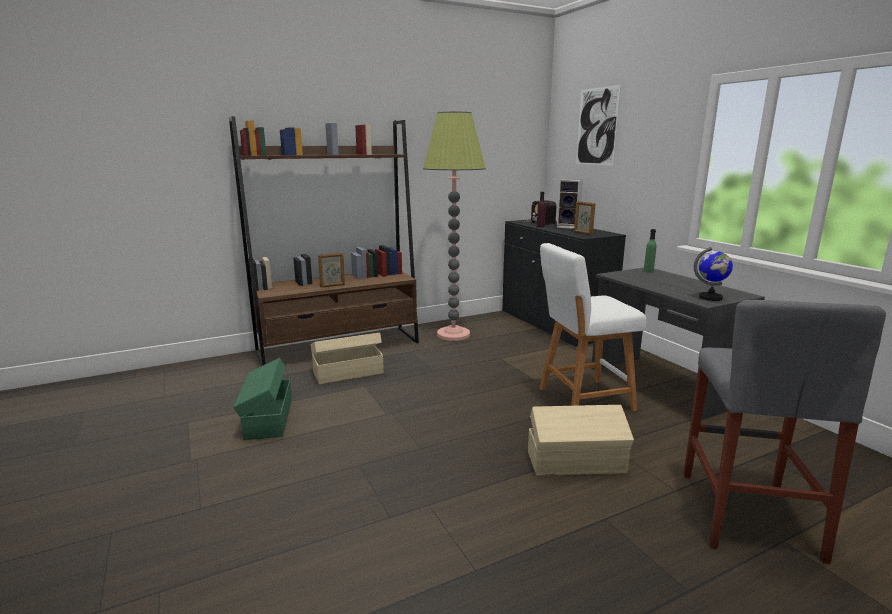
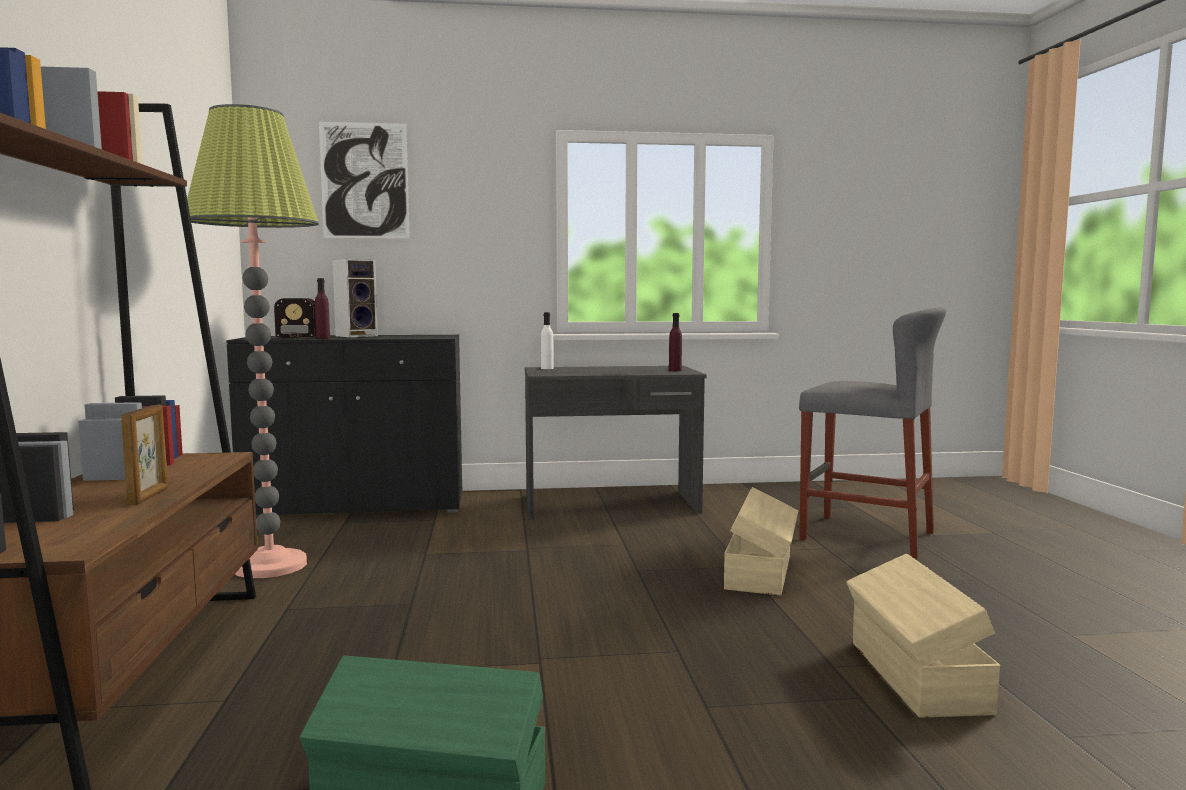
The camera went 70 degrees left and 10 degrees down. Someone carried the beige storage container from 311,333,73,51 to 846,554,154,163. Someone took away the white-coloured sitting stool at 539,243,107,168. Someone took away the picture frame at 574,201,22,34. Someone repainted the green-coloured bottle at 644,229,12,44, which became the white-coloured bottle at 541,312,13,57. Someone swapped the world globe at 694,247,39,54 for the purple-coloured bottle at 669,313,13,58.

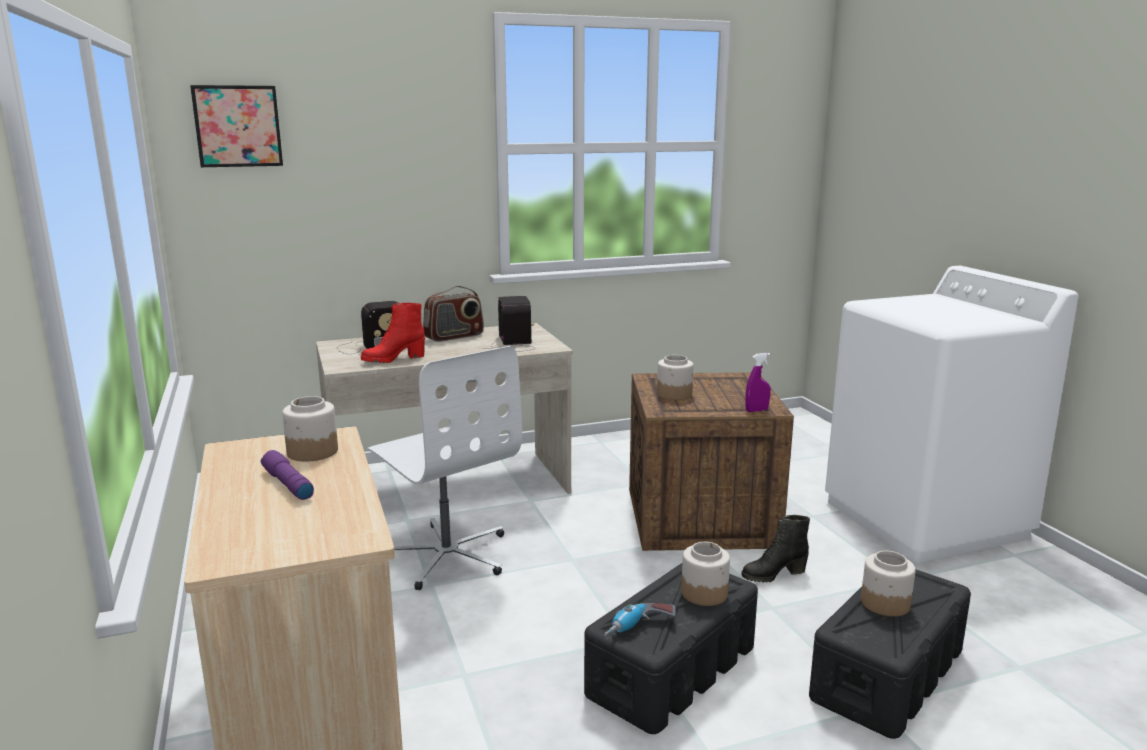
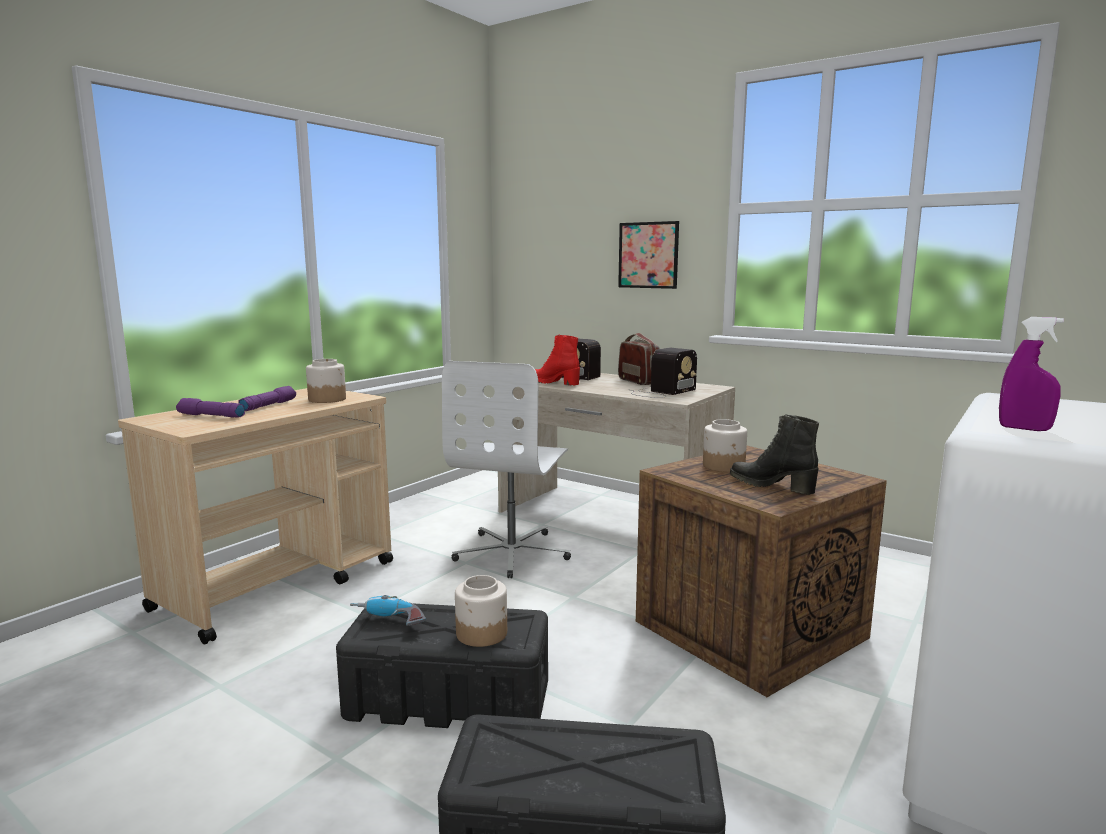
The camera went 55 degrees right and 5 degrees down. Someone carried the wall picture from 190,85,93,82 to 618,221,61,68. Someone rotated the radio receiver at 423,286,61,56 by 135 degrees counterclockwise. Someone carried the black tall boot from 741,515,69,68 to 730,414,89,81. Someone carried the purple-coloured hand sprayer from 745,353,26,59 to 999,317,65,114. Someone took away the preserve jar at 861,551,55,66. Someone put down the purple-coloured flashlight at 176,398,69,20.

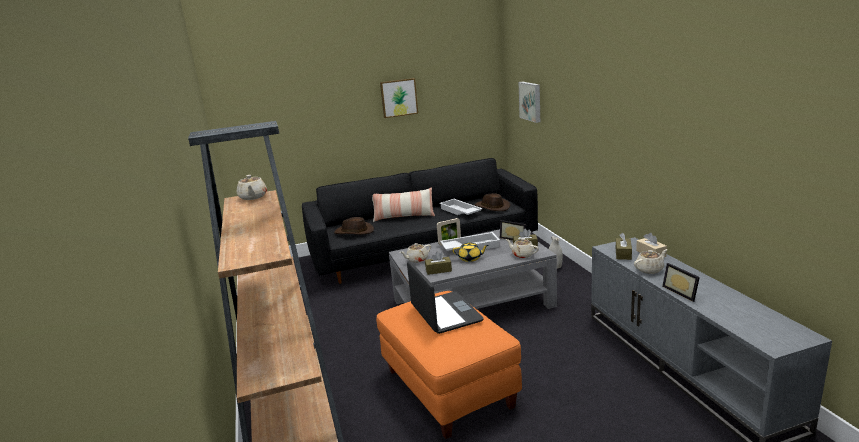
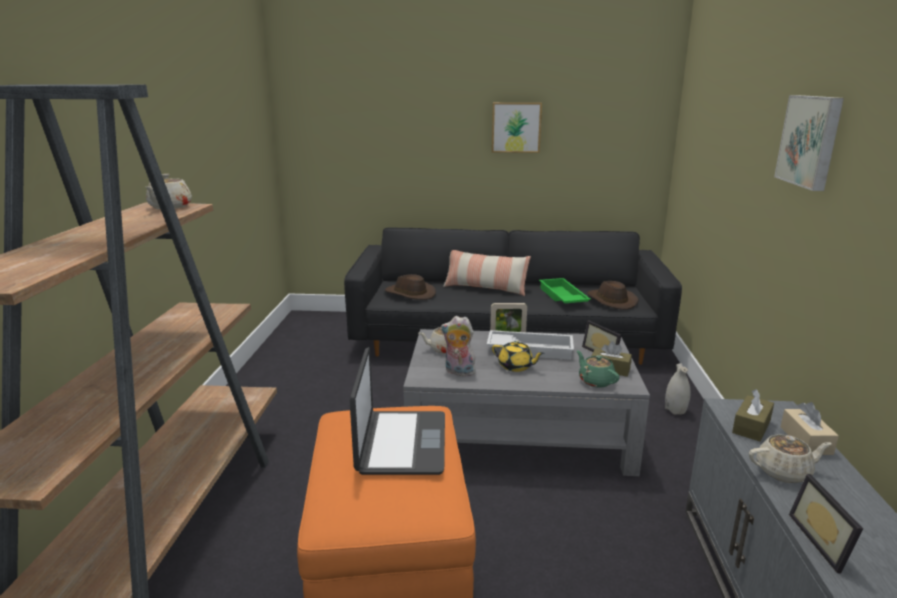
The camera went 20 degrees right and 0 degrees up. Someone swapped the brown-coloured tissue box at 425,252,27,23 for the plush toy at 441,316,35,60. Someone repainted the white-coloured tray at 439,199,44,16, which became the green-coloured tray at 539,278,52,25. Someone repainted the beige teapot at 506,238,33,20, which became the green-coloured teapot at 577,350,43,38. Someone carried the wall picture from 519,81,21,42 to 774,95,70,96.

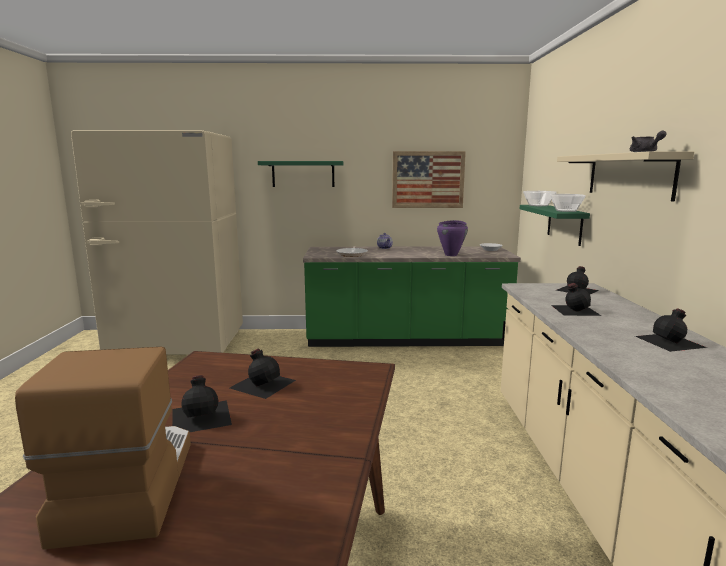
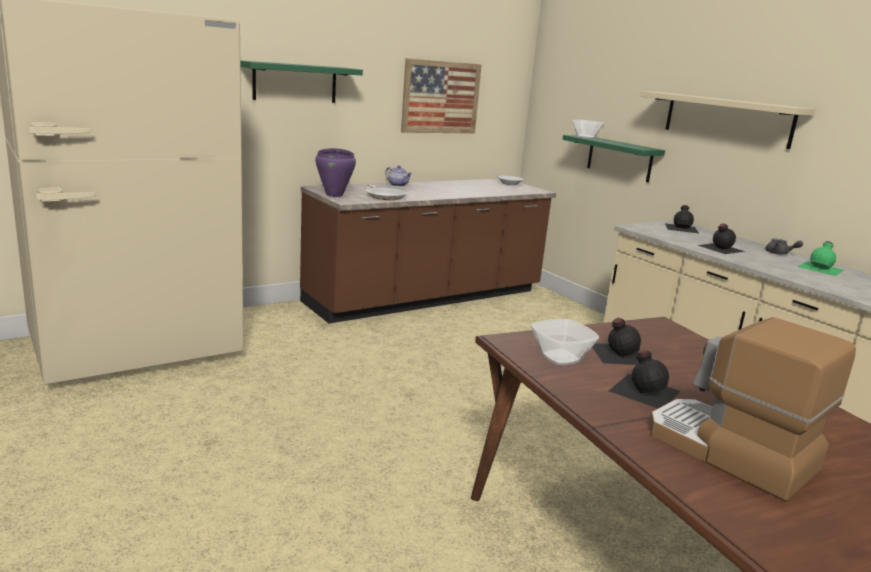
The camera went 35 degrees left and 5 degrees up. Someone repainted the green-coloured kitchen base unit at 303,246,218,101, which became the brown-coloured kitchen base unit at 300,179,256,144. Someone carried the purple-coloured stockpot from 437,220,31,36 to 315,148,41,49. Someone carried the deep dish from 550,194,36,18 to 531,319,68,46. Someone carried the grey teapot from 630,131,36,21 to 766,239,37,16. Someone repainted the black bottle at 635,308,72,44, which became the green-coloured bottle at 797,241,47,35.

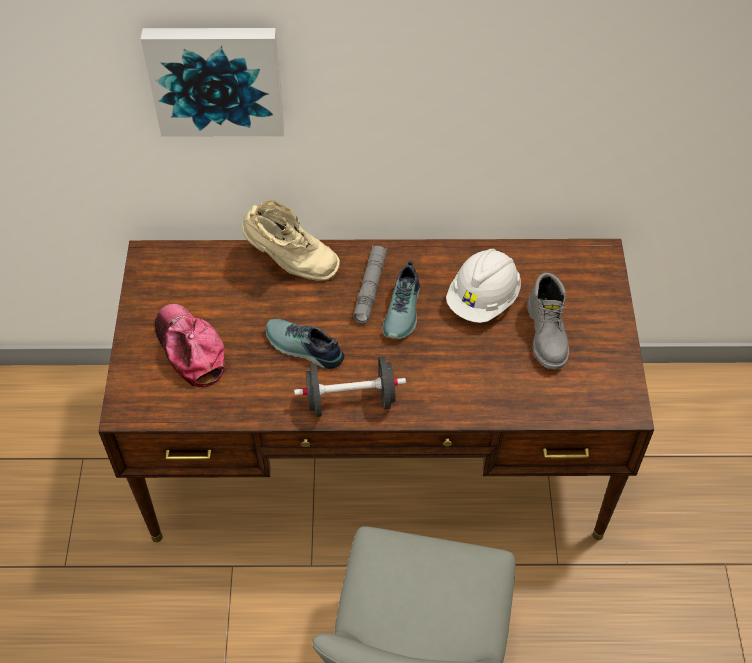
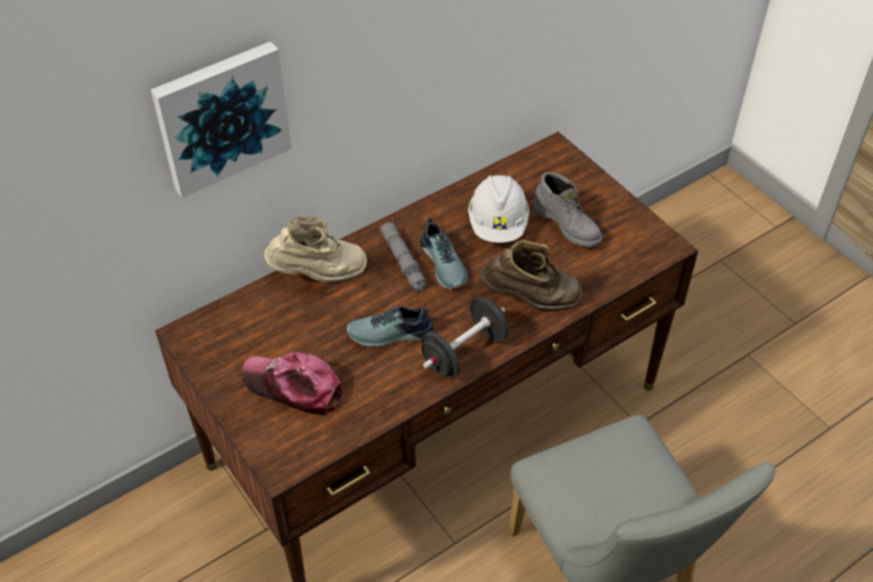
The camera went 35 degrees left and 5 degrees down. Someone put down the brown-coloured tall boot at 481,240,101,71.

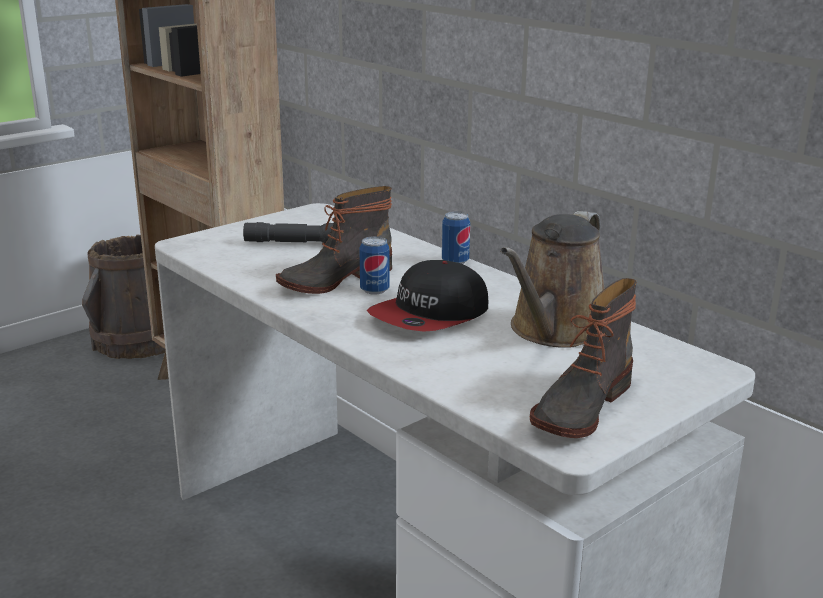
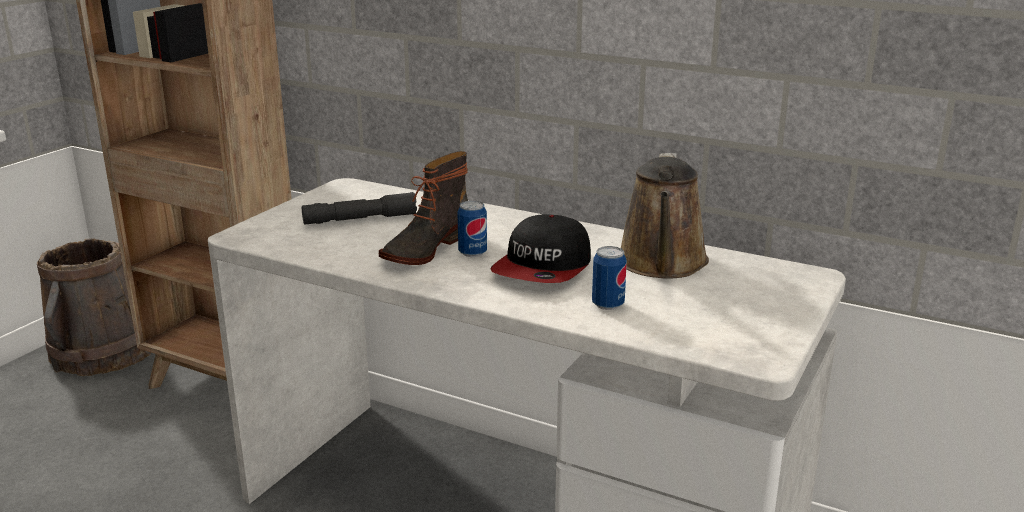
The camera went 20 degrees left and 0 degrees up. Someone carried the metal can from 442,211,28,53 to 592,246,35,64. Someone took away the tall boot at 530,278,107,160.

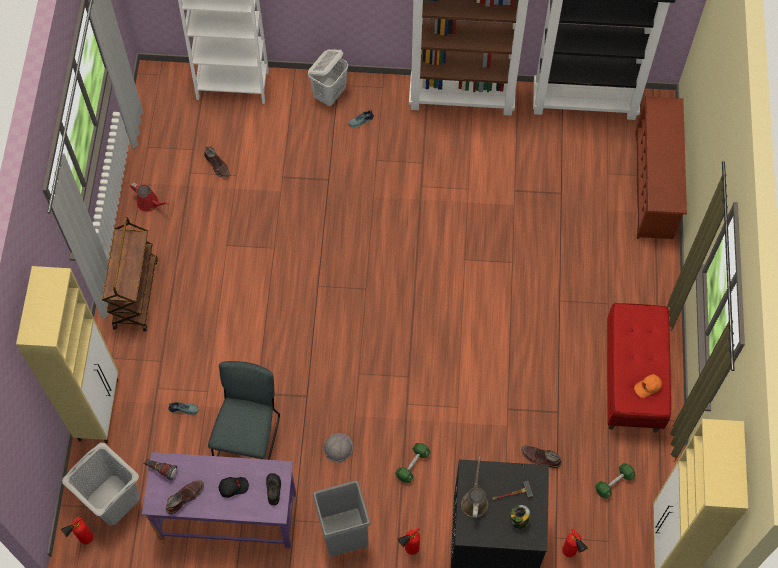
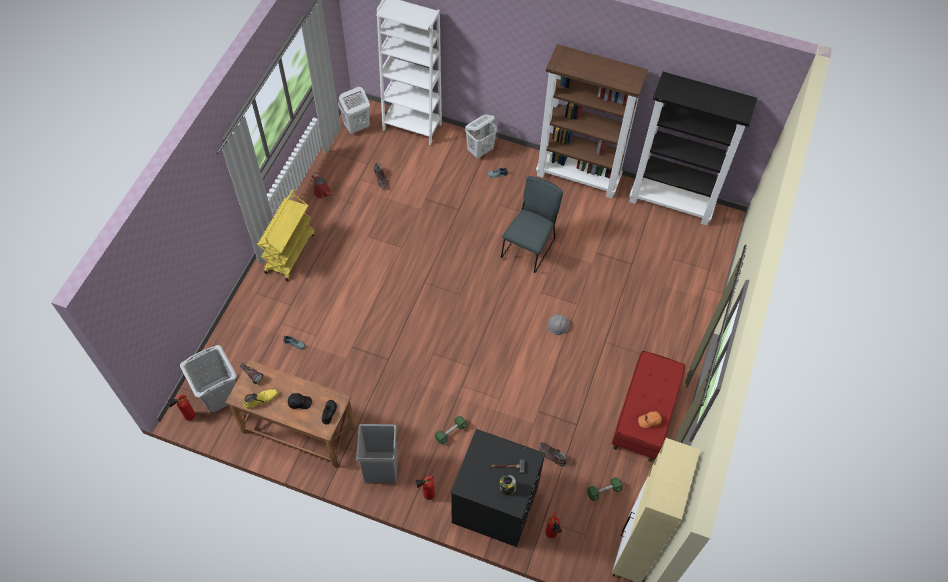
The camera went 15 degrees right and 5 degrees down. Someone took away the beige cabinet at 16,266,102,177. Someone repainted the brown-coloured trolley at 102,217,56,114, which became the yellow trolley at 257,190,57,91. Someone repainted the purple-coloured desk unit at 142,452,154,96, which became the brown-coloured desk unit at 225,360,131,108. Someone repainted the brown-coloured tall boot at 166,480,38,34, which became the yellow tall boot at 244,389,35,20. Someone carried the grey chair from 208,361,72,99 to 501,176,62,97. Someone carried the grey safety helmet from 324,433,29,30 to 547,314,23,21. Someone took away the brown-coloured sprinkling can at 461,456,27,62. Someone took away the brown-coloured shoe stand at 635,96,52,143. Someone put down the white-coloured laundry basket at 338,87,32,47.

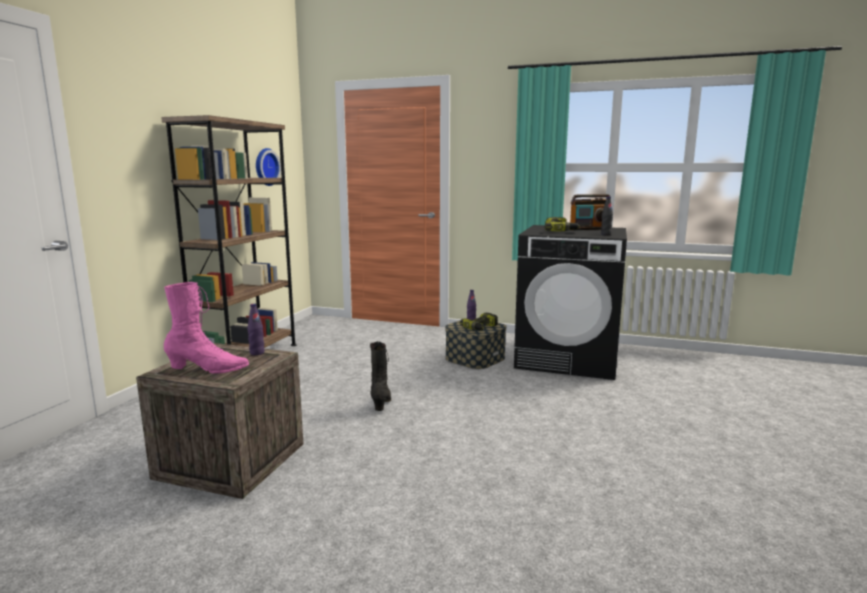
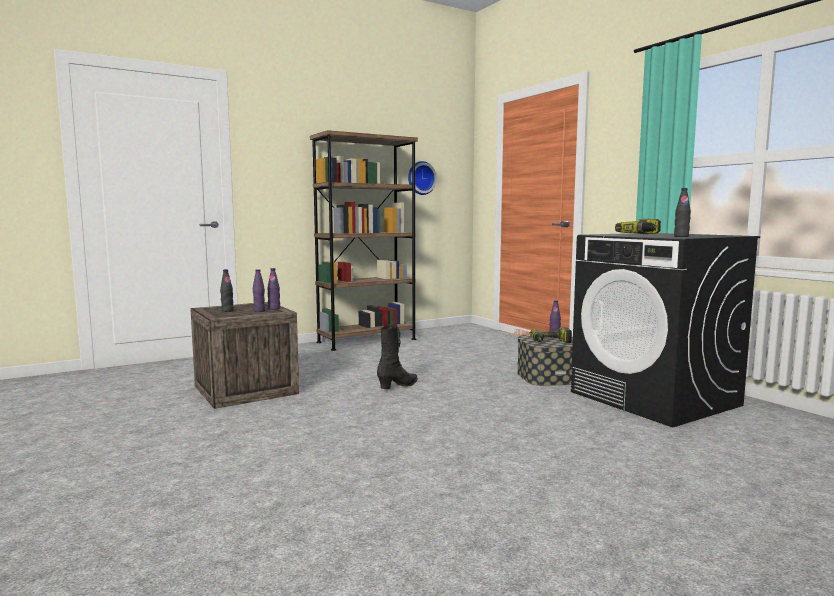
The camera went 40 degrees right and 5 degrees down. Someone swapped the pink-coloured tall boot at 164,282,85,91 for the black bottle at 220,269,14,43. Someone took away the radio receiver at 570,194,40,36. Someone put down the purple-coloured bottle at 253,269,12,43.

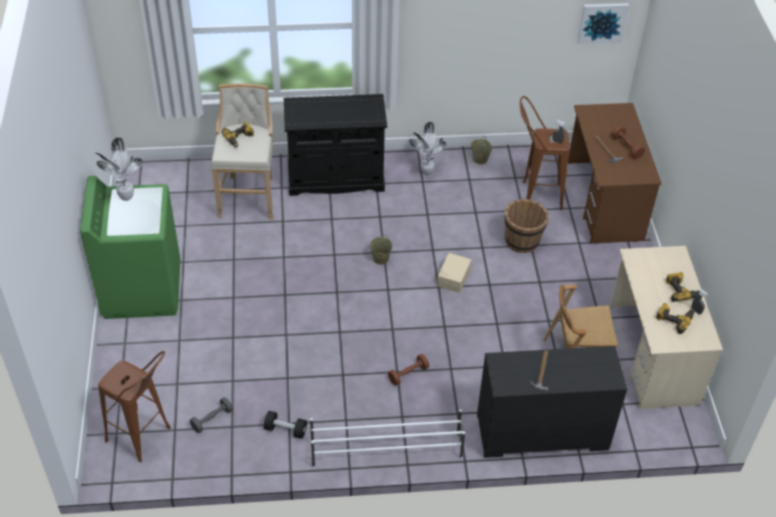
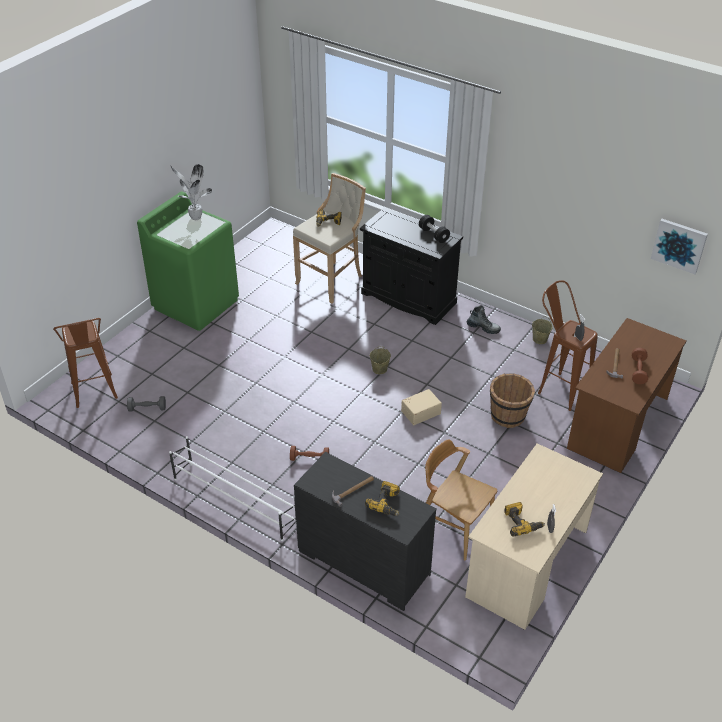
The camera went 40 degrees right and 5 degrees down. Someone carried the black hand weight from 264,411,43,28 to 419,215,31,28. Someone swapped the houseplant at 409,122,38,54 for the tall boot at 467,305,34,29. Someone carried the power drill from 666,272,34,30 to 365,481,35,35.

